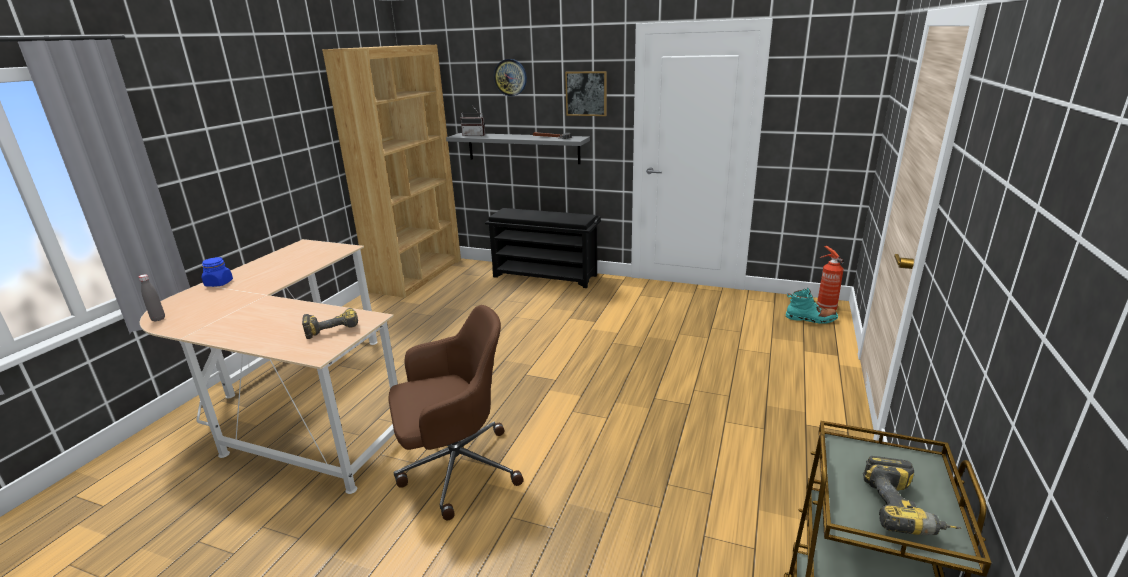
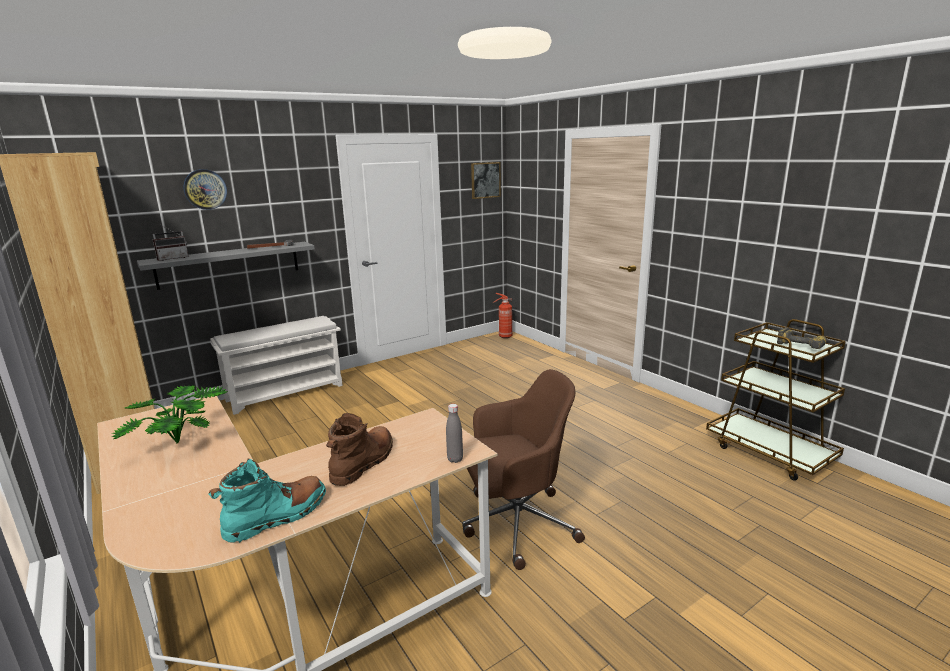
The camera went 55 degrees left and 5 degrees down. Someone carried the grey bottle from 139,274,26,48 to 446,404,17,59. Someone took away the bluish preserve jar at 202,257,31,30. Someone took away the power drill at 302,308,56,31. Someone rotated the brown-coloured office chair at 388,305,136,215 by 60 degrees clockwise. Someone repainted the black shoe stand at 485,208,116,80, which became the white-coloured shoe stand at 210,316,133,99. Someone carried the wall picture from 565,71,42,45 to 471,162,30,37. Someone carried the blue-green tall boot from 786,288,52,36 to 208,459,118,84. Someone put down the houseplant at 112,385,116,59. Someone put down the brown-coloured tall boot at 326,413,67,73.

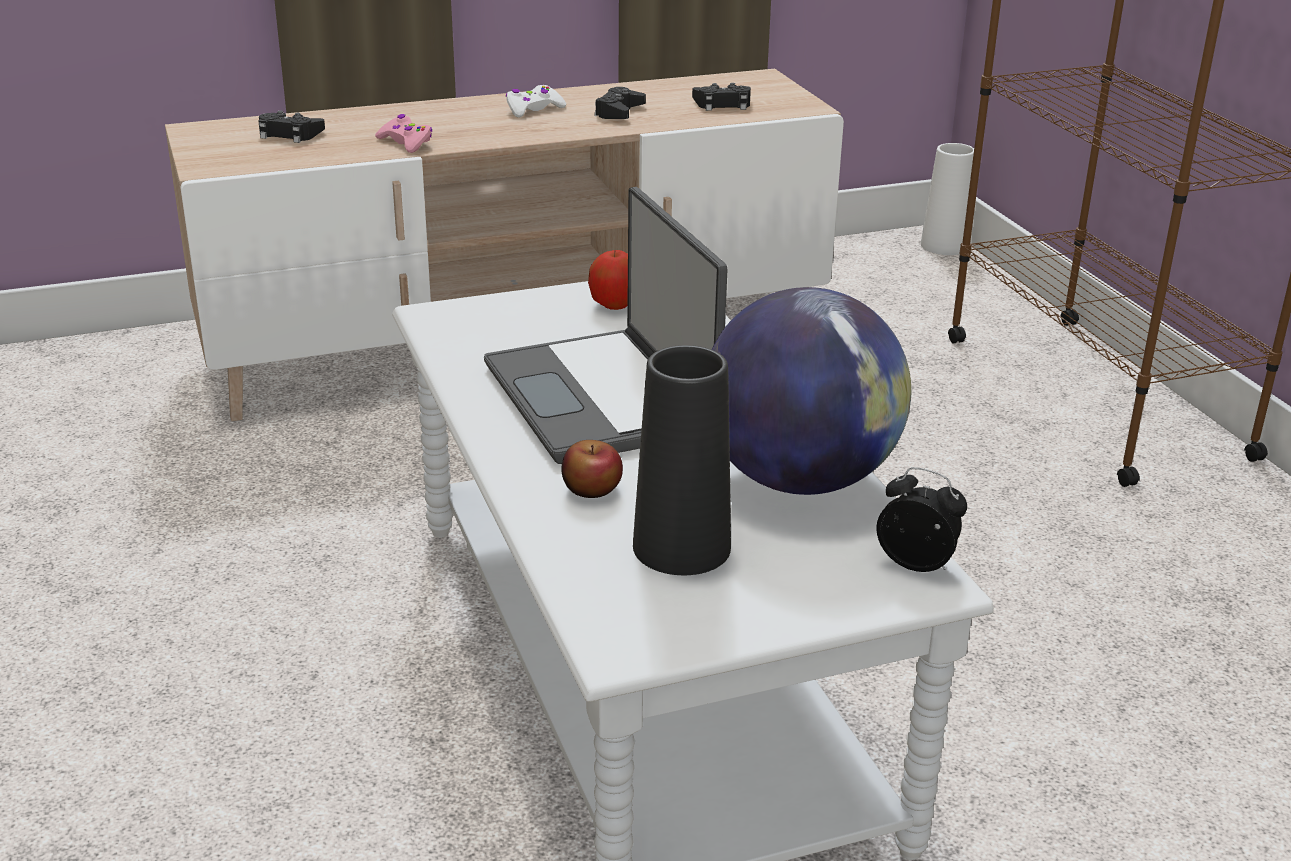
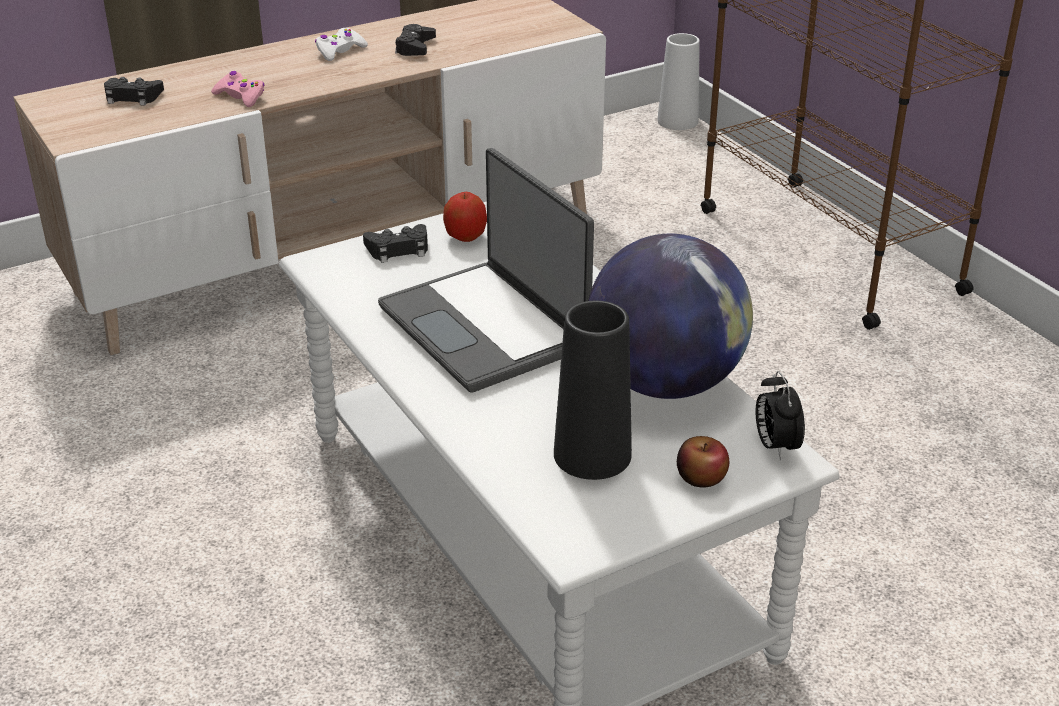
The camera went 10 degrees left and 5 degrees up. Someone carried the apple from 561,440,62,58 to 677,436,52,52. Someone carried the black joypad from 692,83,59,28 to 363,224,65,39. Someone rotated the table clock at 877,467,90,105 by 120 degrees counterclockwise.

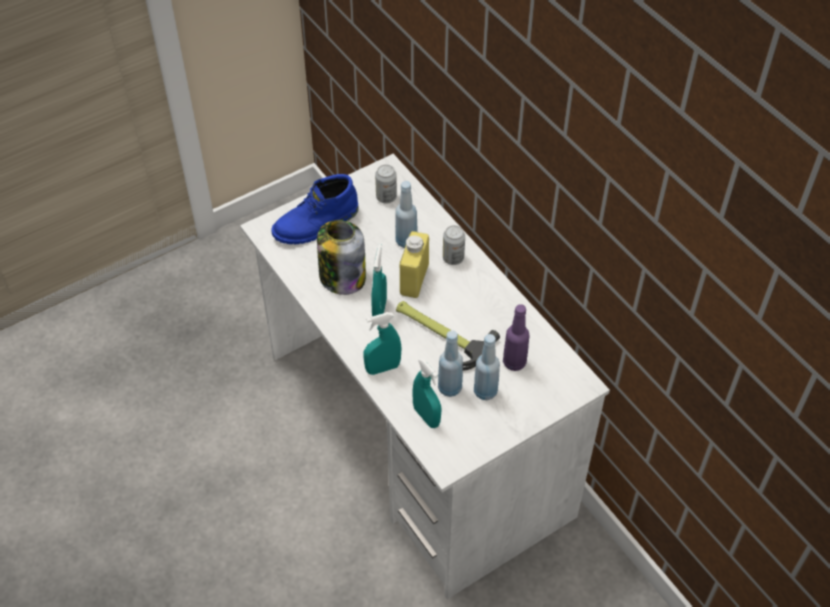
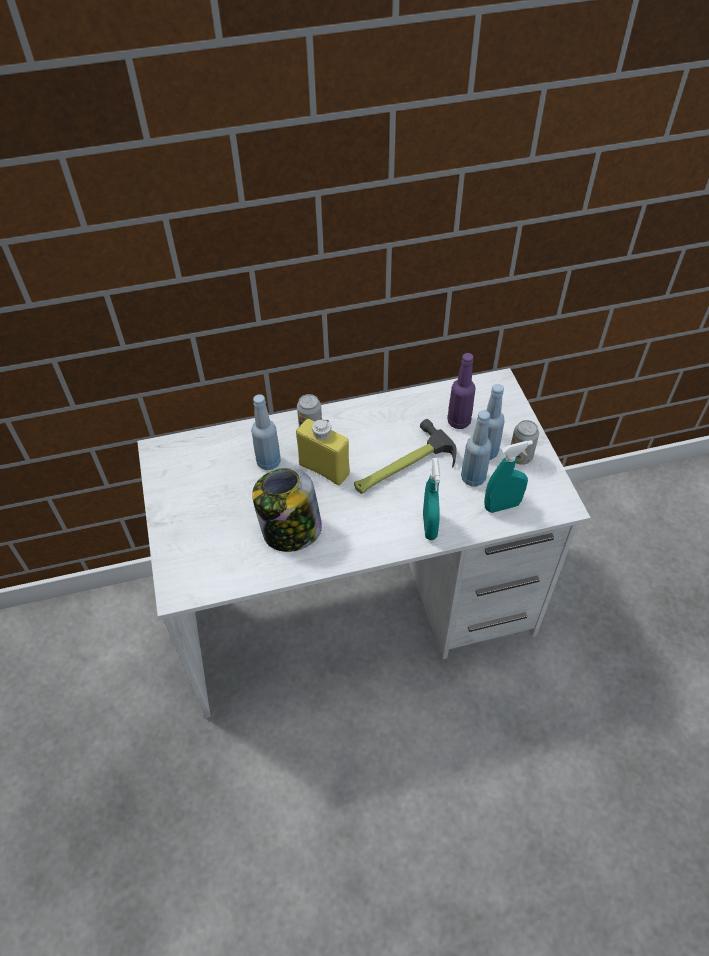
The camera went 70 degrees left and 0 degrees up. Someone took away the bluish tall boot at 271,174,87,70. Someone took away the blue-green hand sprayer at 371,244,16,72. Someone carried the metal can from 375,164,22,39 to 511,420,28,45.

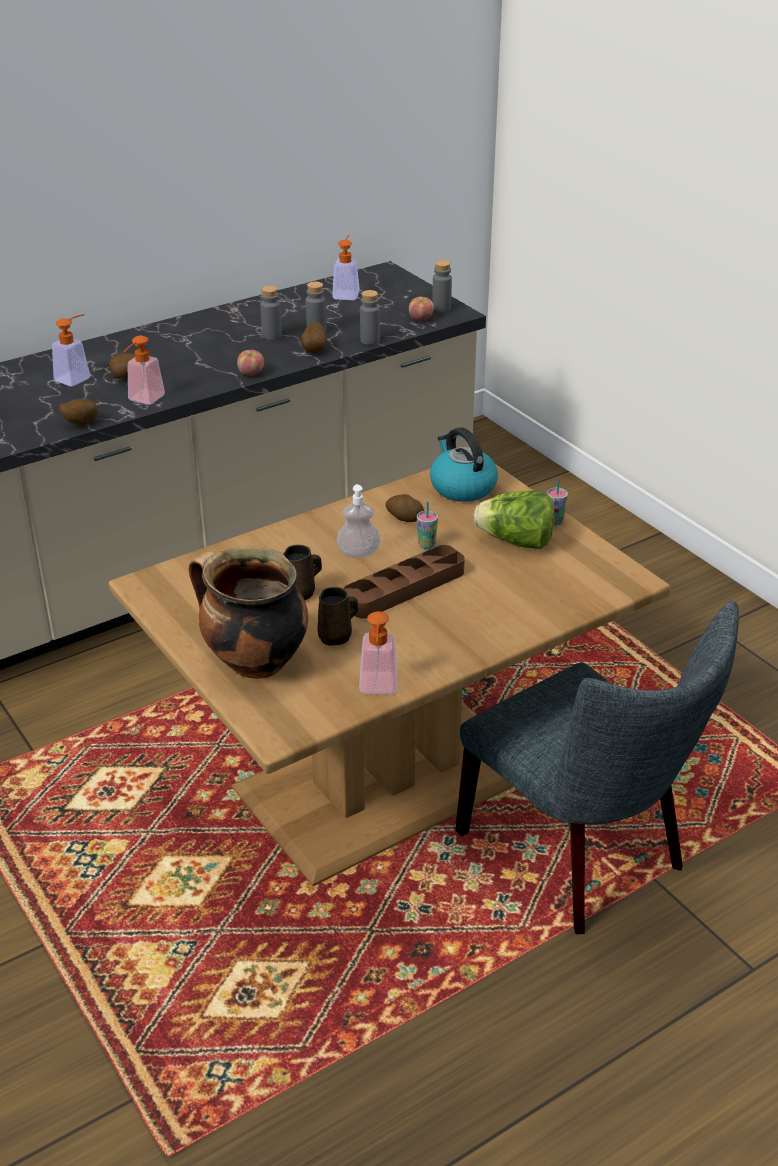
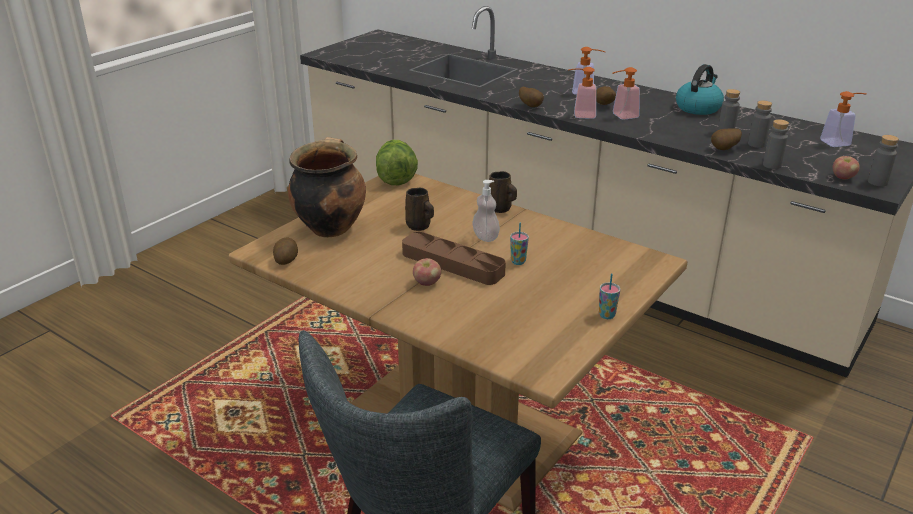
The camera went 70 degrees right and 5 degrees down. Someone carried the apple from 237,350,27,26 to 413,258,28,28. Someone carried the brown-coloured mug from 318,587,40,59 to 489,171,28,42. Someone carried the soap dispenser from 359,611,38,83 to 612,67,28,53. Someone carried the spud from 385,494,39,28 to 273,238,25,27. Someone carried the water kettle from 430,427,68,75 to 676,64,48,51. Someone carried the lettuce from 474,491,81,58 to 376,140,42,45.

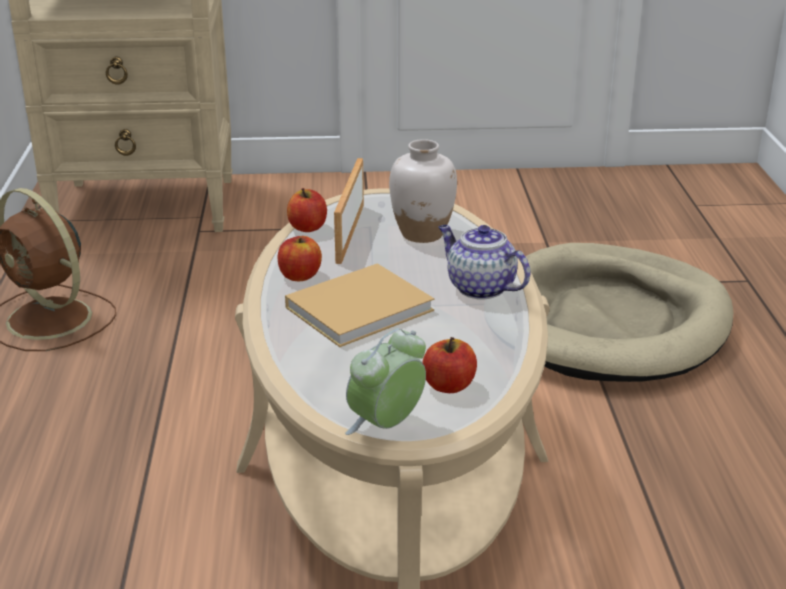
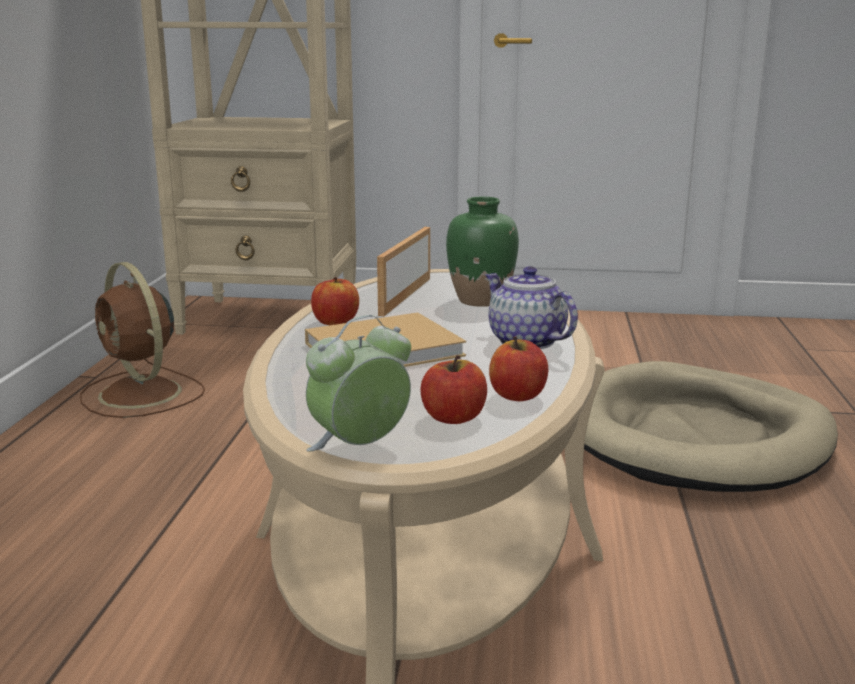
The camera went 10 degrees right and 10 degrees down. Someone carried the apple from 287,188,40,44 to 489,336,59,65. Someone repainted the white-coloured flower vase at 389,139,68,104, which became the green-coloured flower vase at 446,197,73,110.

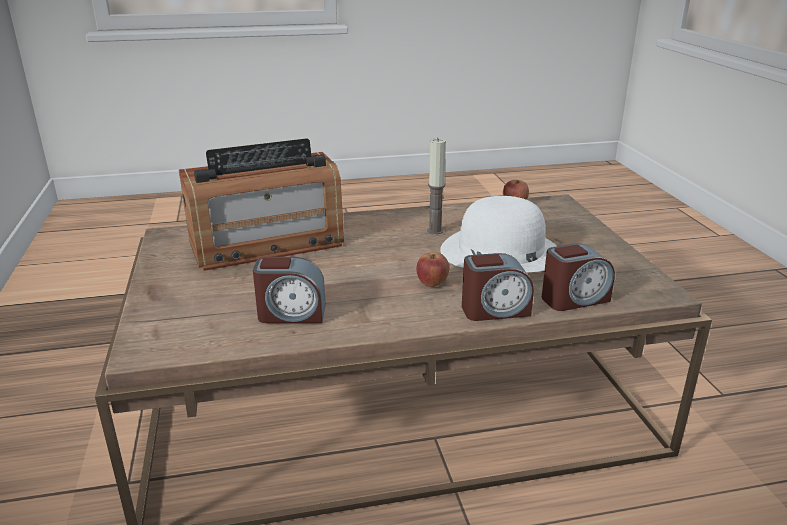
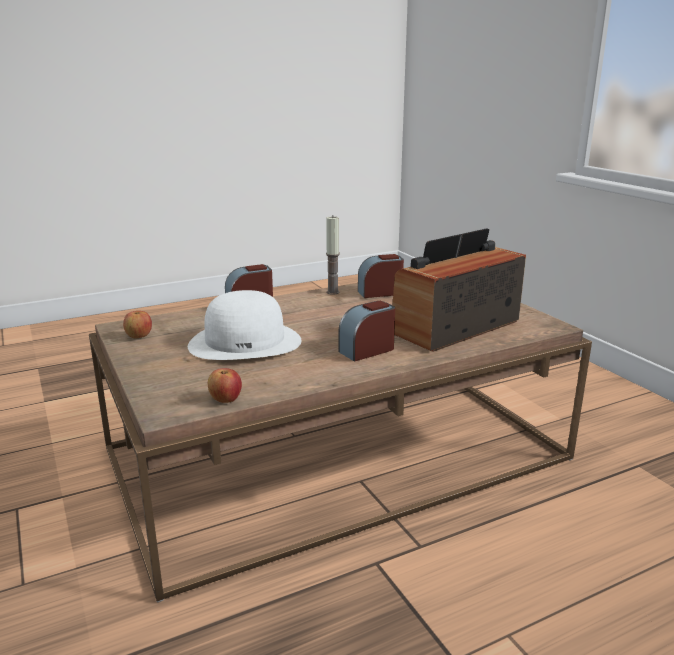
The camera went 165 degrees right and 5 degrees down. Someone carried the apple from 417,252,32,35 to 123,311,29,27. Someone carried the wax candle from 427,138,19,96 to 326,216,14,79. Someone carried the table clock from 542,243,73,68 to 338,300,57,62.

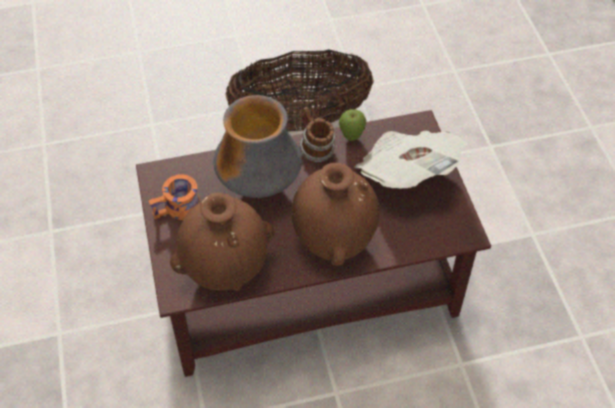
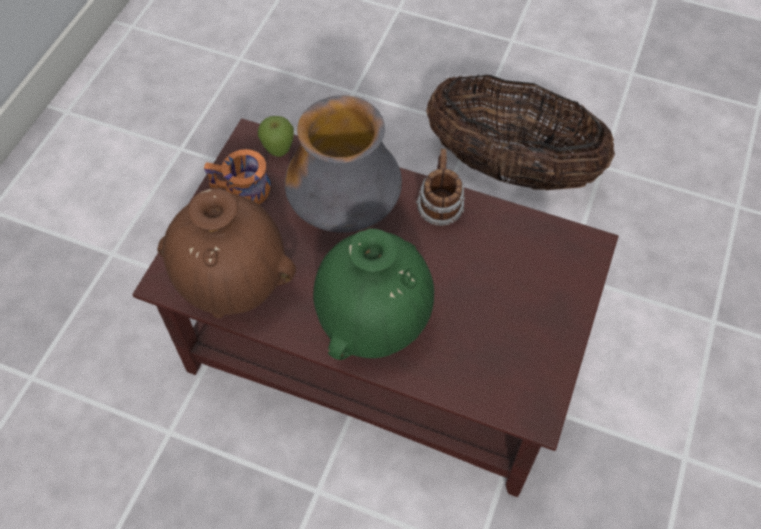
The camera went 35 degrees right and 5 degrees up. Someone repainted the brown-coloured flower vase at 292,163,87,103, which became the green-coloured flower vase at 313,229,121,131. Someone carried the apple from 339,109,27,32 to 258,116,36,41. Someone took away the printed paper at 355,130,113,58.

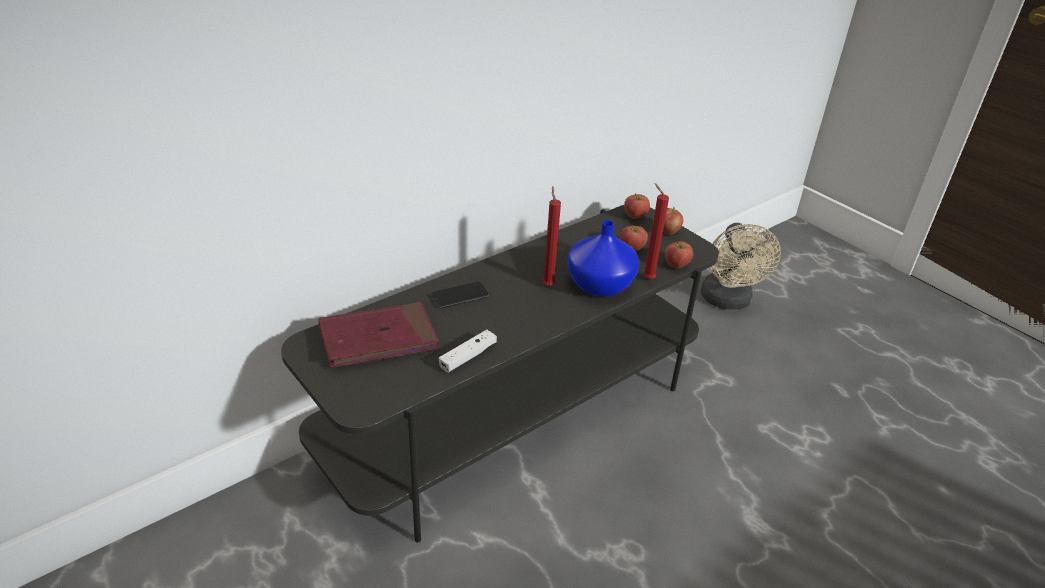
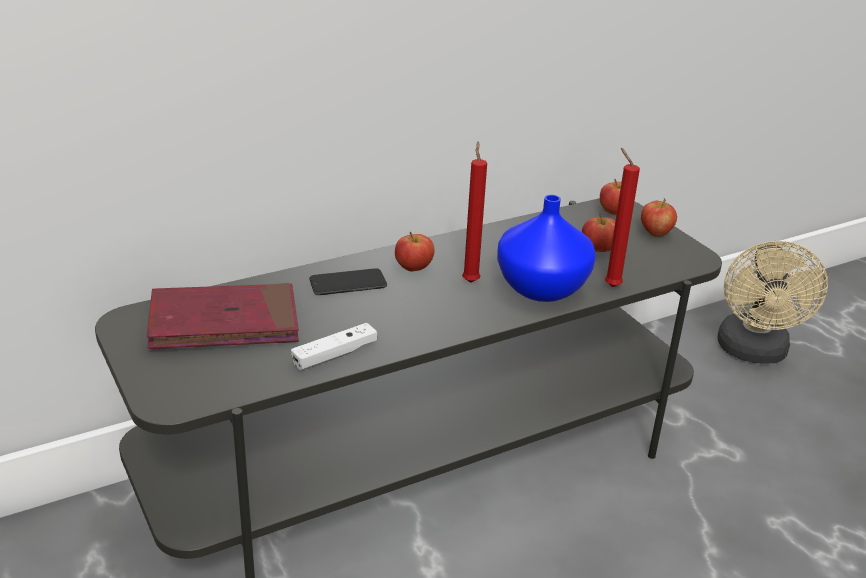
The camera went 10 degrees right and 5 degrees down. Someone carried the apple from 665,241,28,28 to 395,232,39,39.

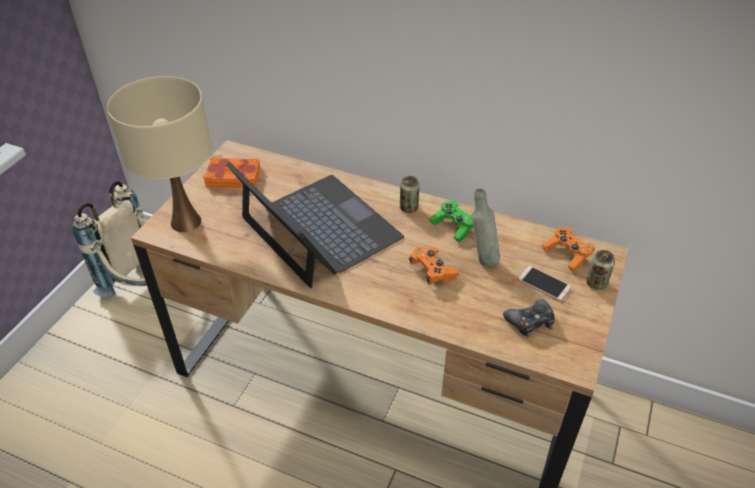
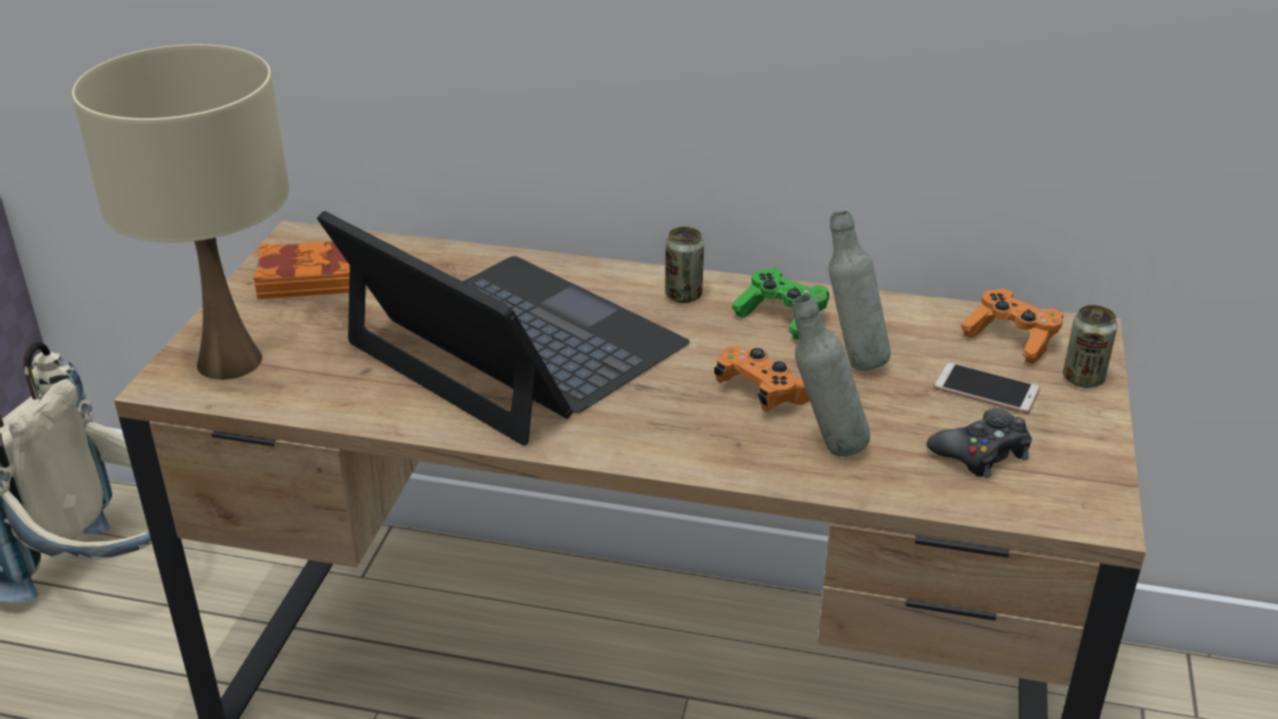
The camera went 10 degrees left and 10 degrees down. Someone put down the grey bottle at 792,294,78,162.

